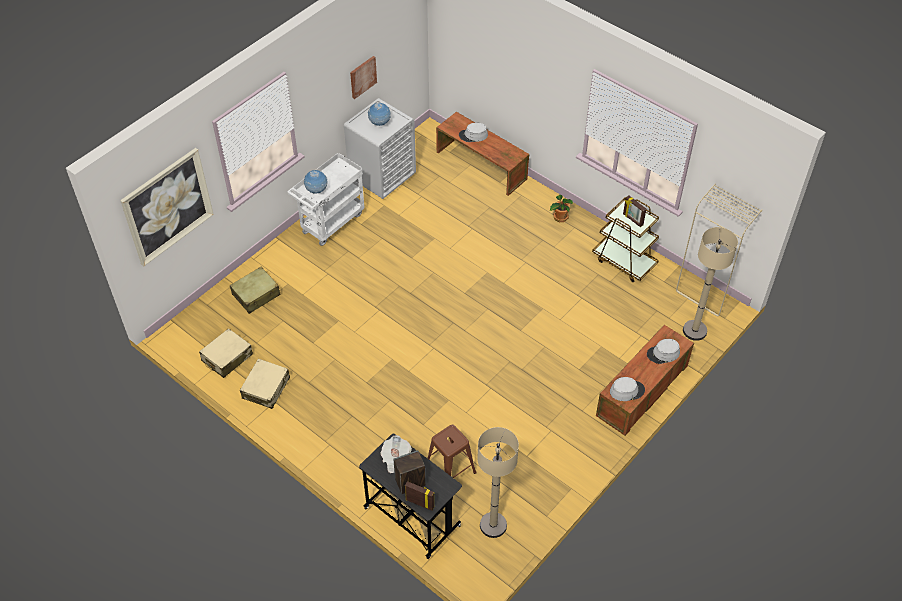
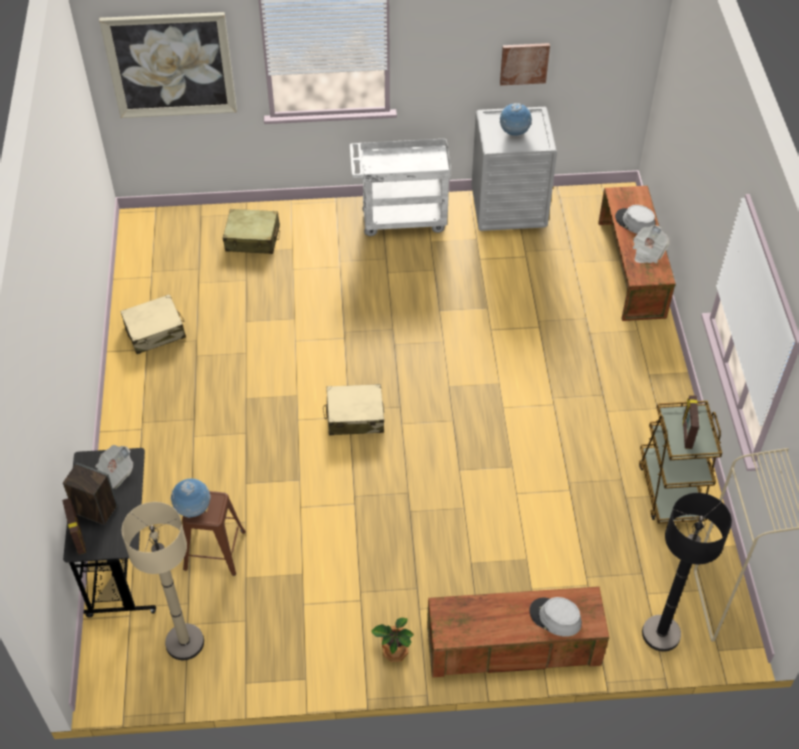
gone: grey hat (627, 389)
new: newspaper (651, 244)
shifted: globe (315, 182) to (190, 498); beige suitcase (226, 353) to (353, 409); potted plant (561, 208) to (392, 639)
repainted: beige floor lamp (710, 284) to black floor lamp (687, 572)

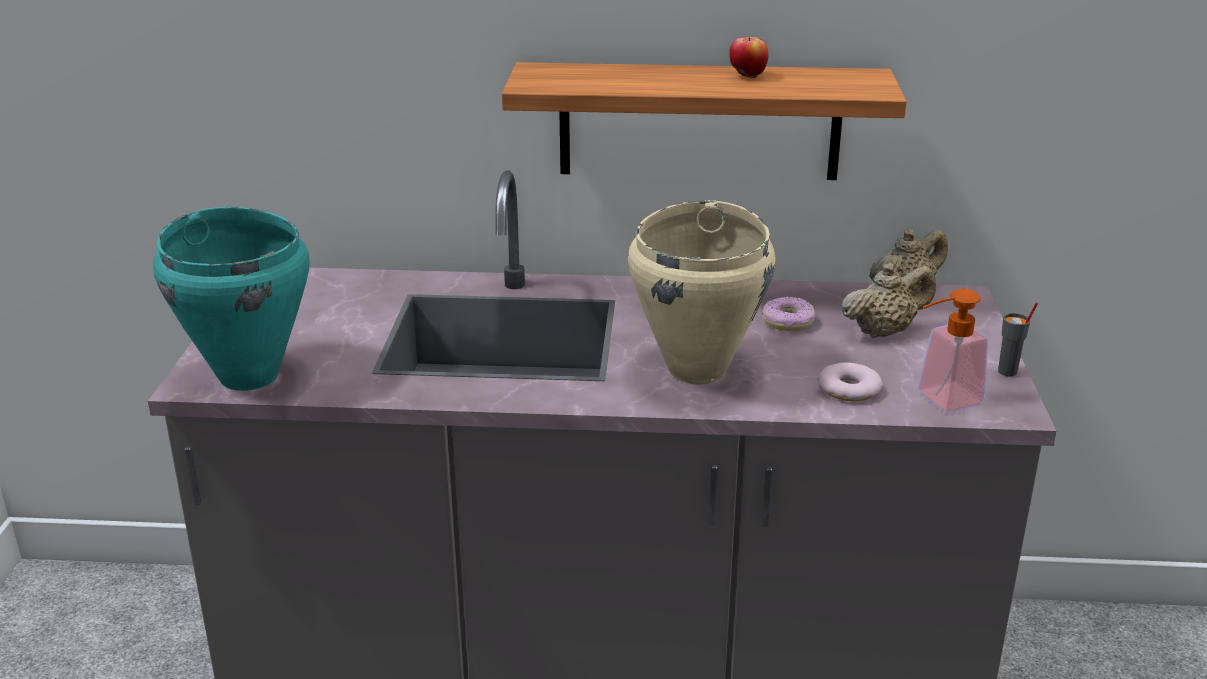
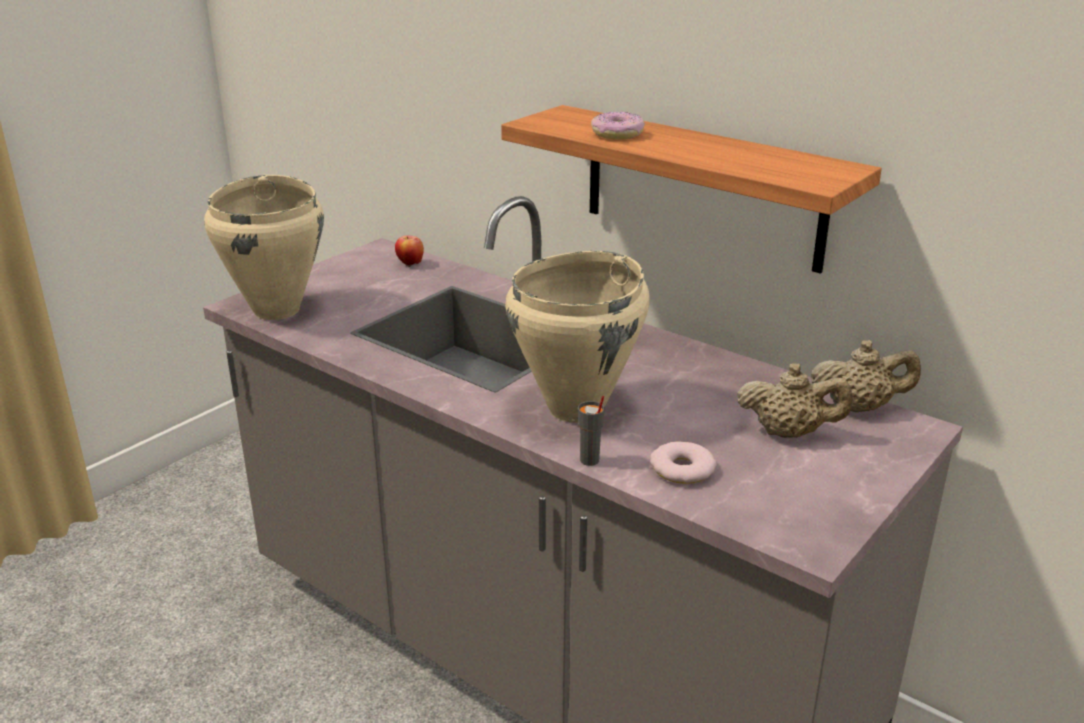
gone: soap dispenser (952, 350)
shifted: apple (748, 58) to (409, 251); grey cup (1018, 339) to (591, 431); donut (789, 314) to (618, 126)
repainted: turquoise cooking pot (231, 299) to beige cooking pot (264, 247)

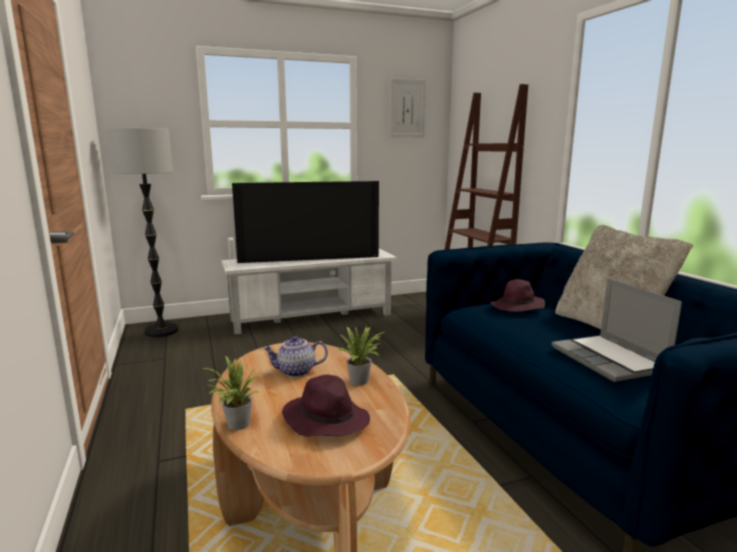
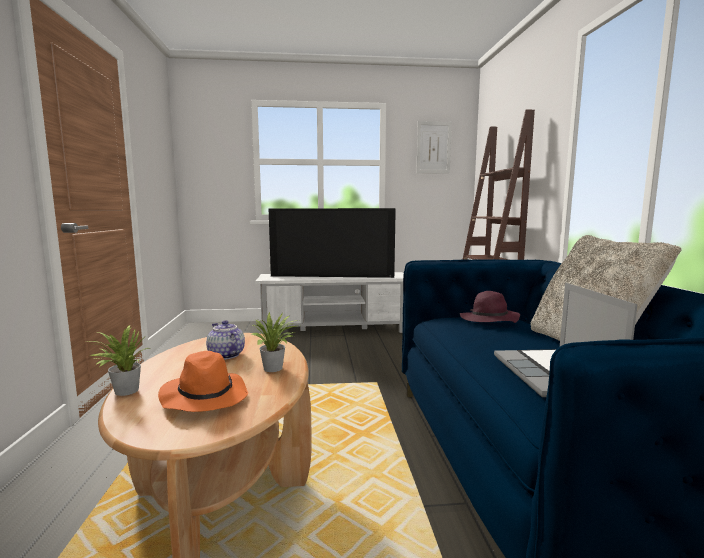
gone: floor lamp (143, 233)
repainted: purple hat (326, 405) to orange hat (203, 381)
rotated: teapot (295, 356) = (225, 340) 45 degrees clockwise

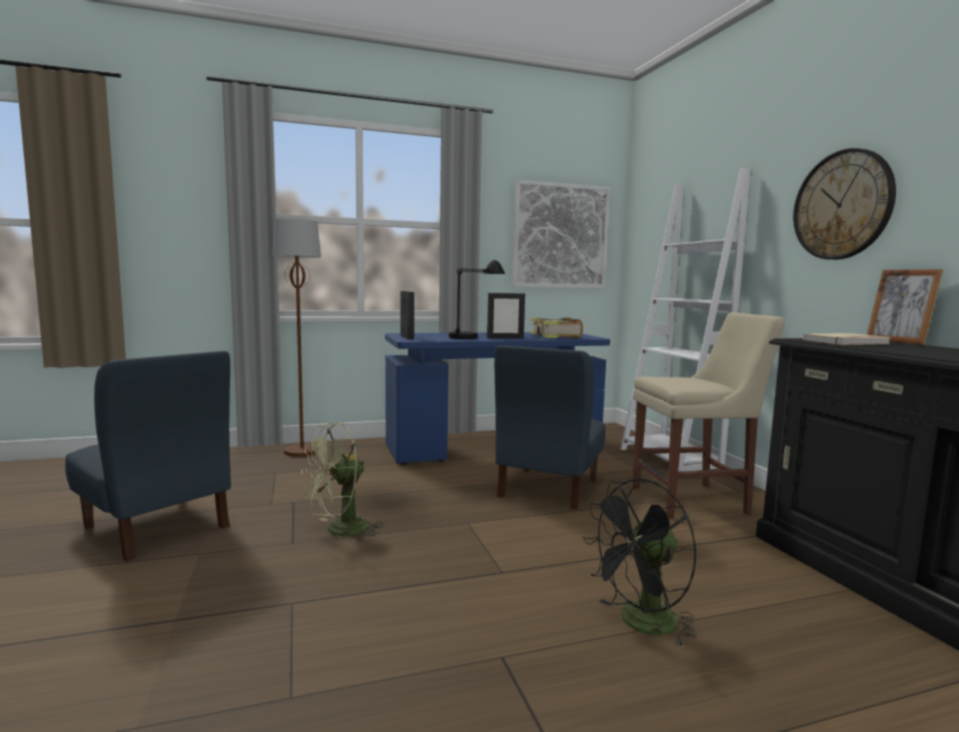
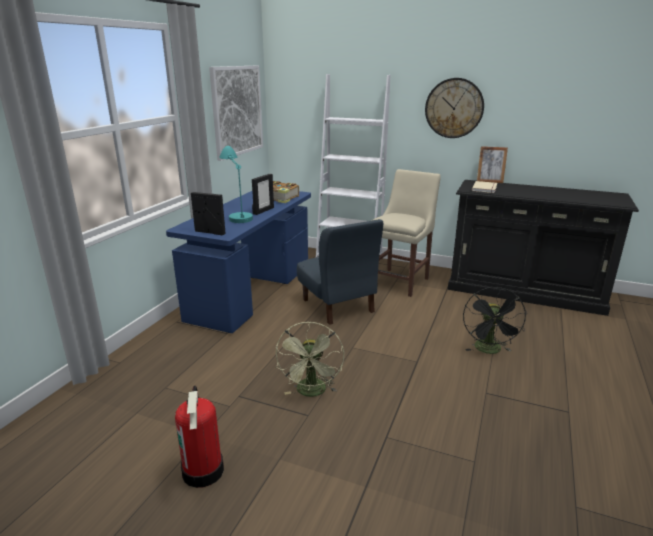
gone: brown floor lamp (296, 337)
swapped: blue chair (148, 456) to fire extinguisher (199, 437)
repainted: black table lamp (477, 299) to turquoise table lamp (236, 184)

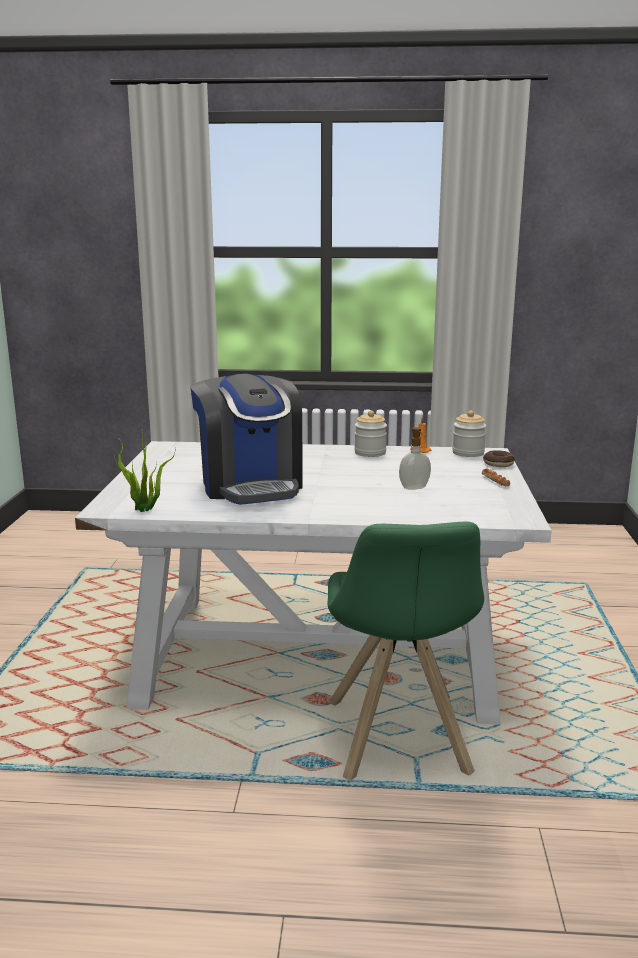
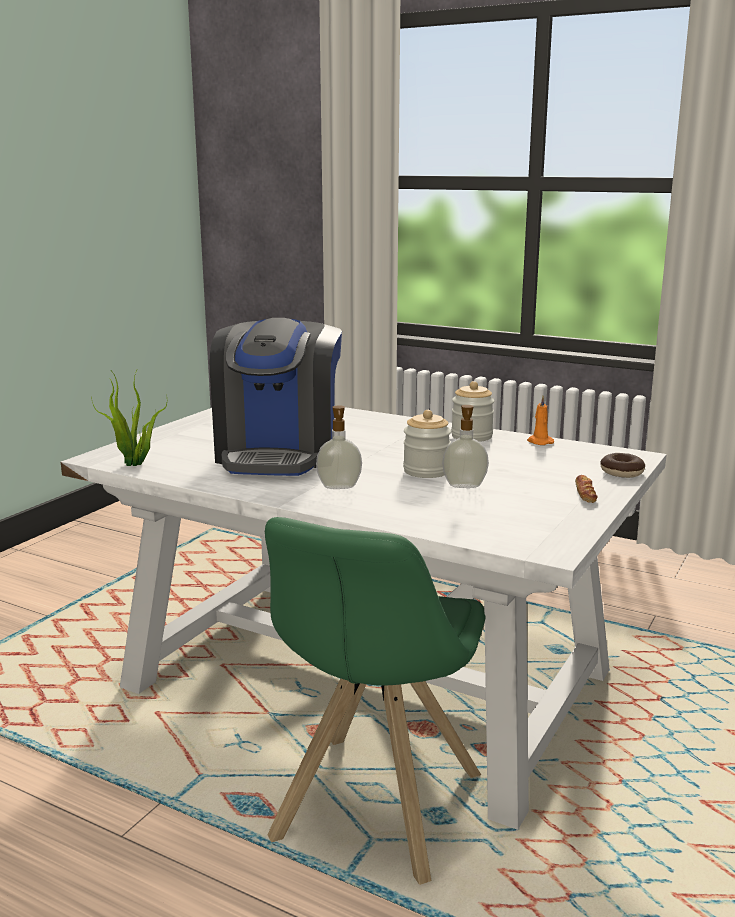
new: soap dispenser (339, 447)
shifted: jar (469, 433) to (427, 444)

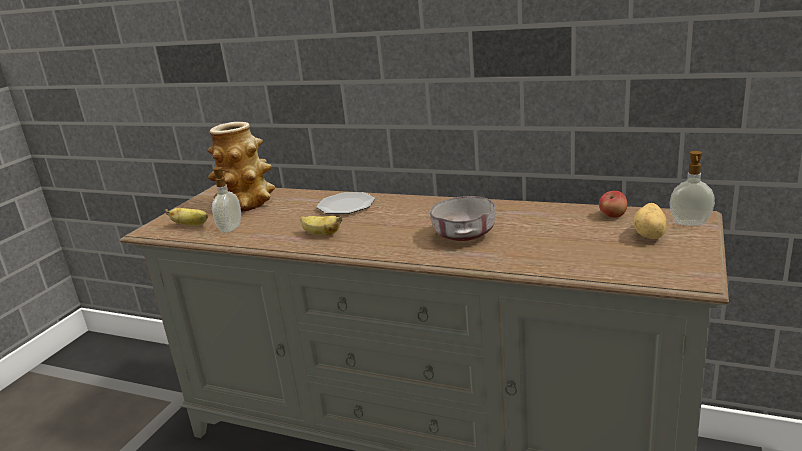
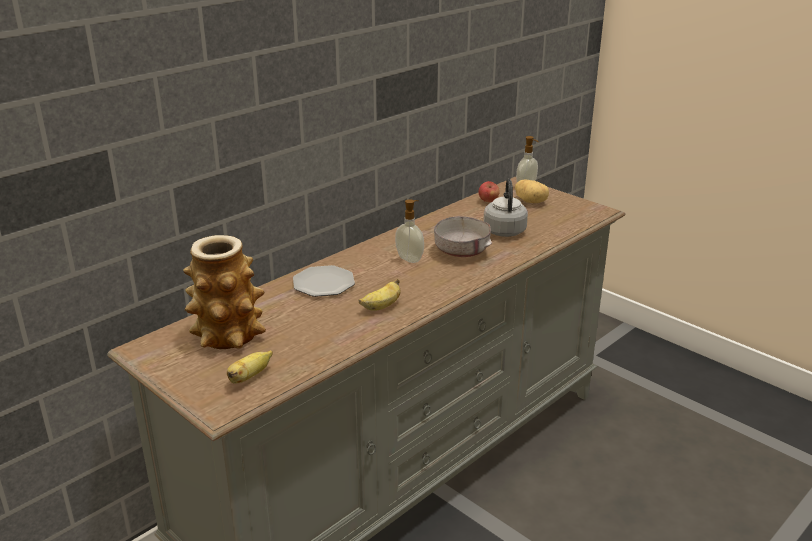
new: grey kettle (505, 208)
shifted: soap dispenser (226, 200) to (409, 231)

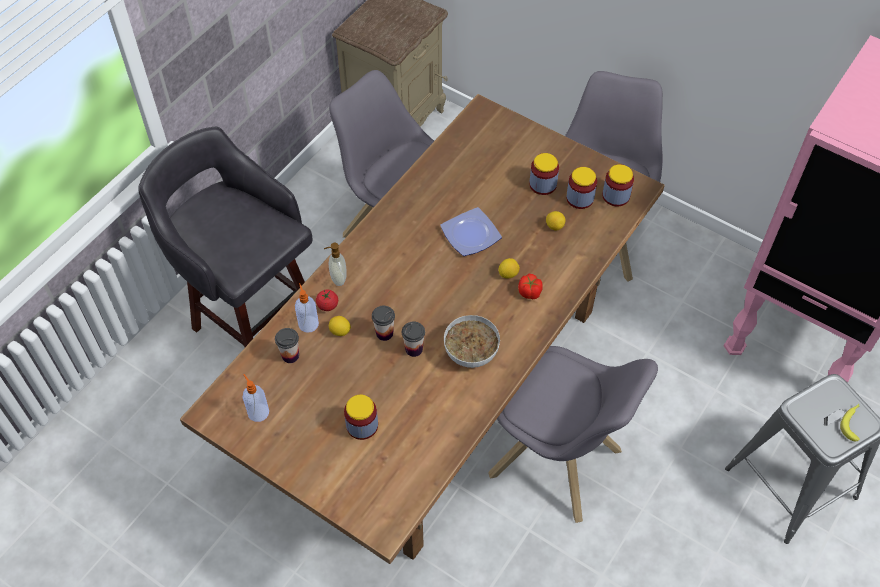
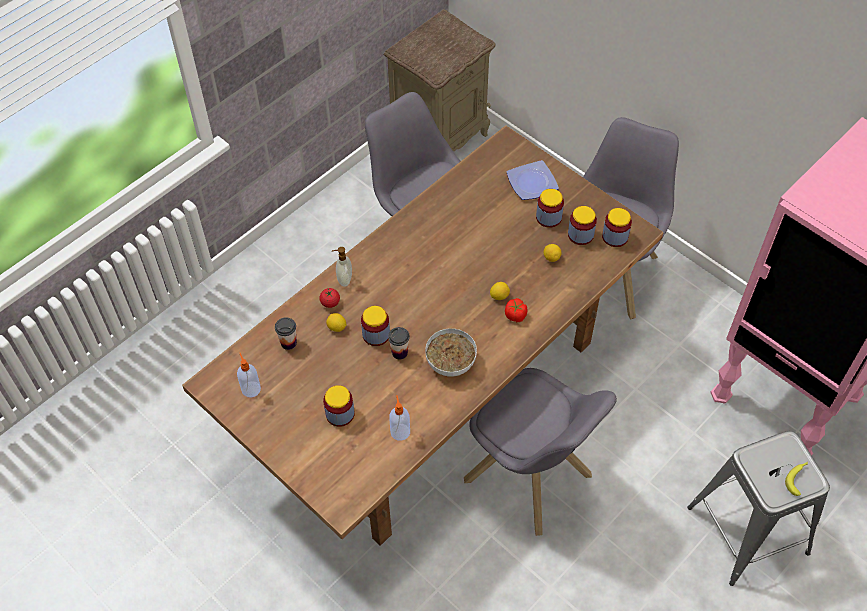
gone: grey stool (225, 236)
shifted: soap dispenser (307, 308) to (399, 418); plate (471, 231) to (533, 180)
swapped: cup (383, 323) to jar (375, 326)

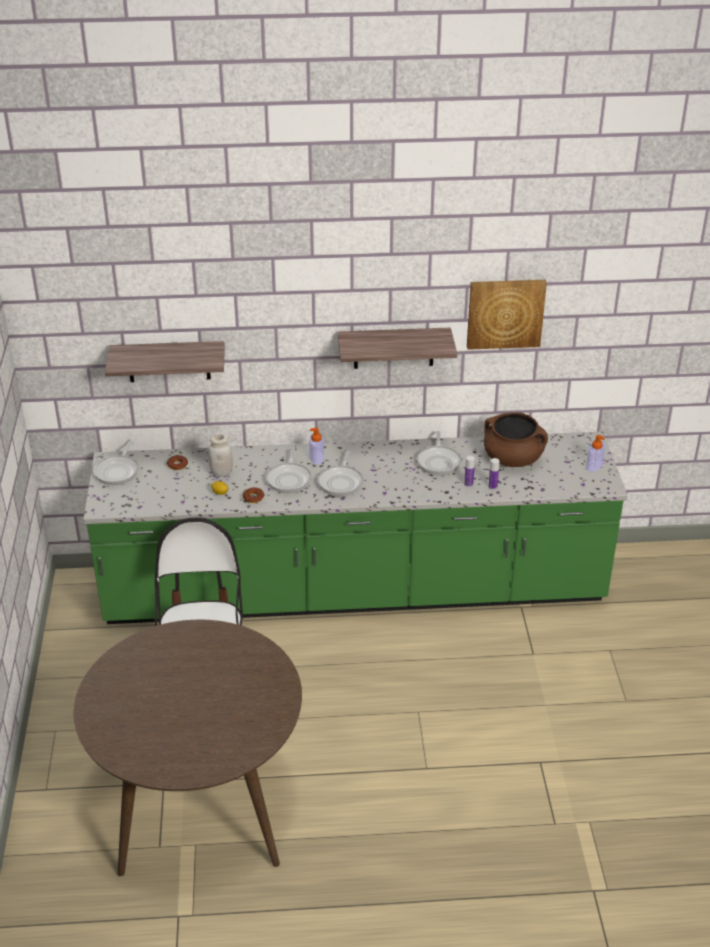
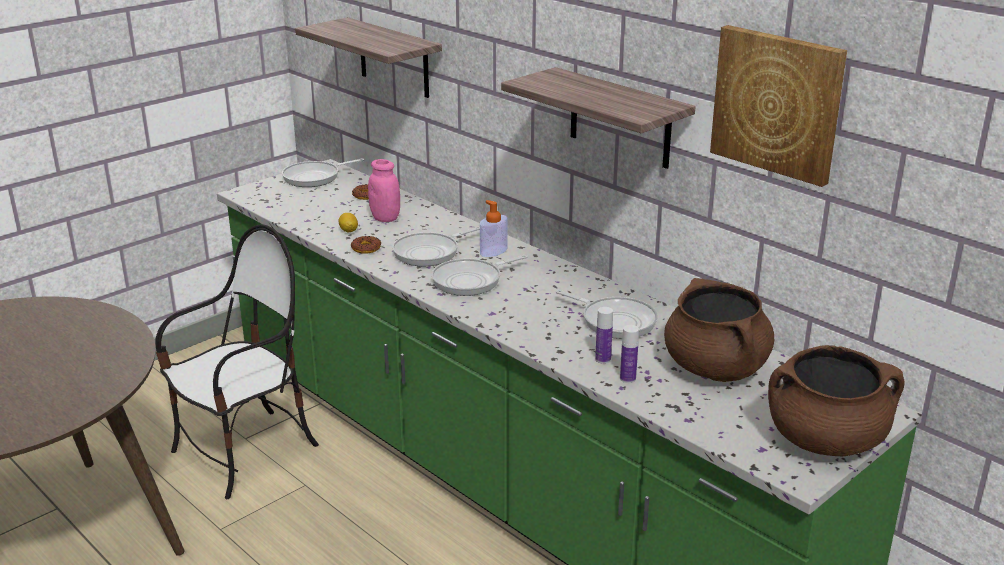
swapped: soap dispenser (595, 453) to brown cooking pot (836, 401)
repainted: white jar (220, 455) to pink jar (384, 190)
rotated: frying pan (439, 453) = (607, 314) 105 degrees counterclockwise

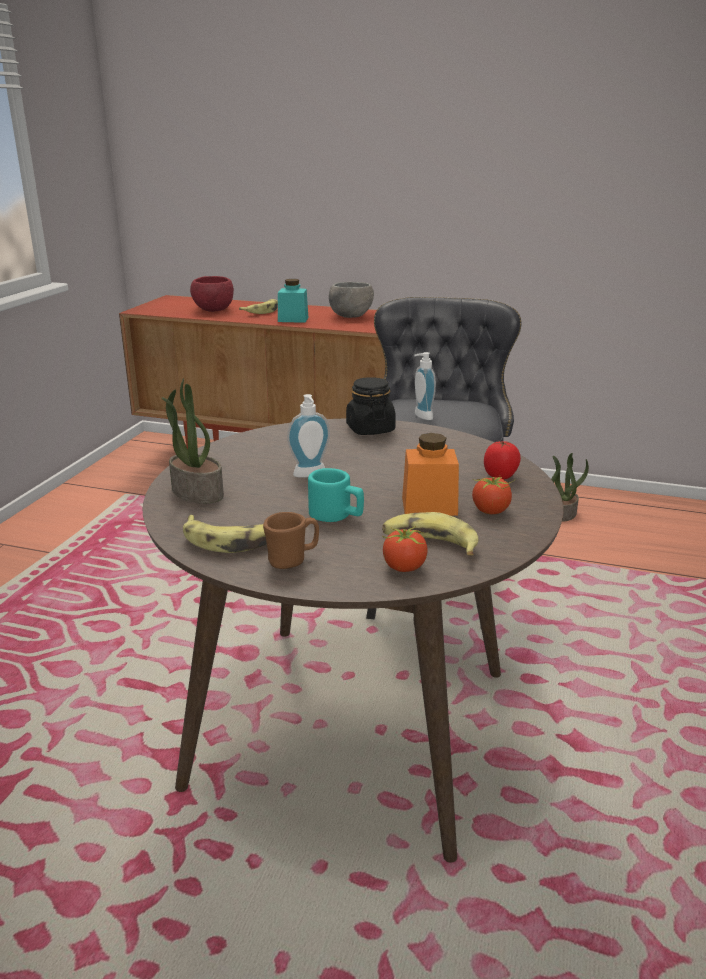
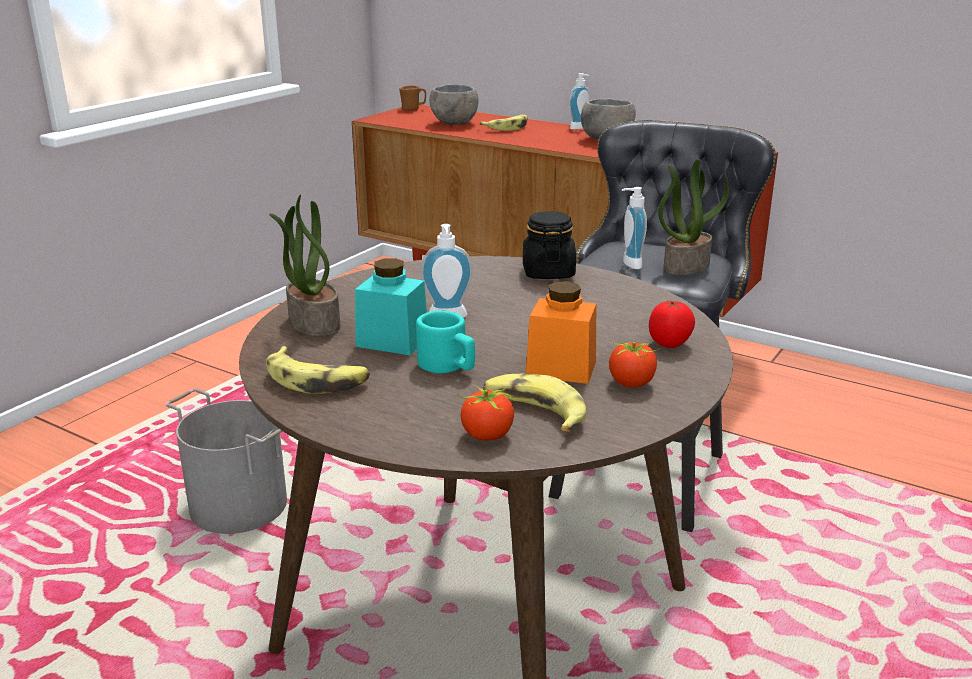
new: grey bucket (226, 461); soap dispenser (579, 101)
shifted: turquoise jar (293, 301) to (391, 306); brown mug (291, 540) to (412, 97); potted plant (570, 487) to (693, 217)
repainted: red bowl (212, 294) to grey bowl (454, 104)

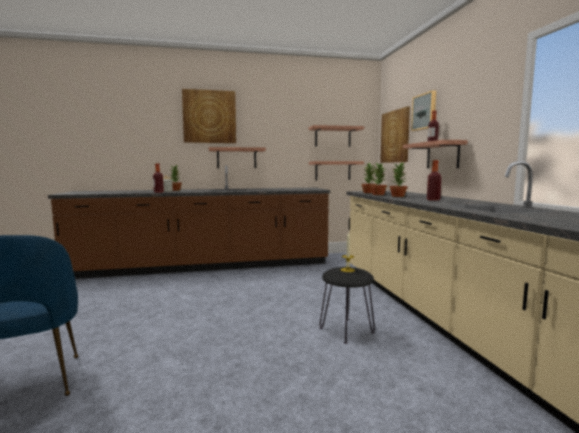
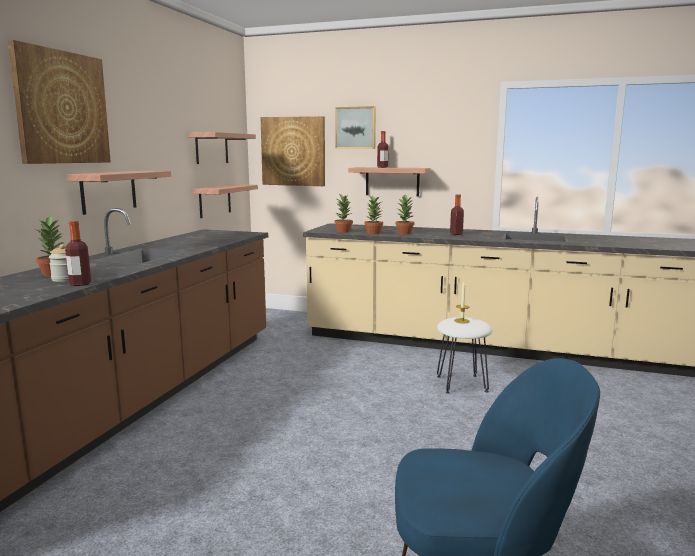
repainted: black stool (347, 305) to white stool (464, 355)

